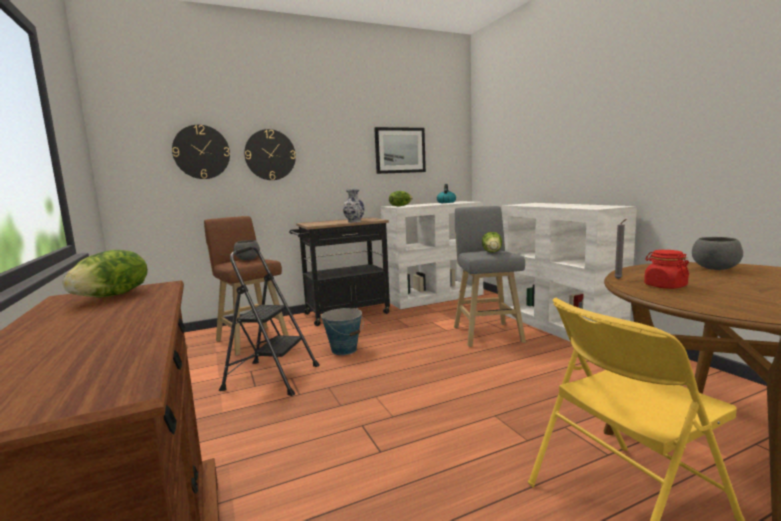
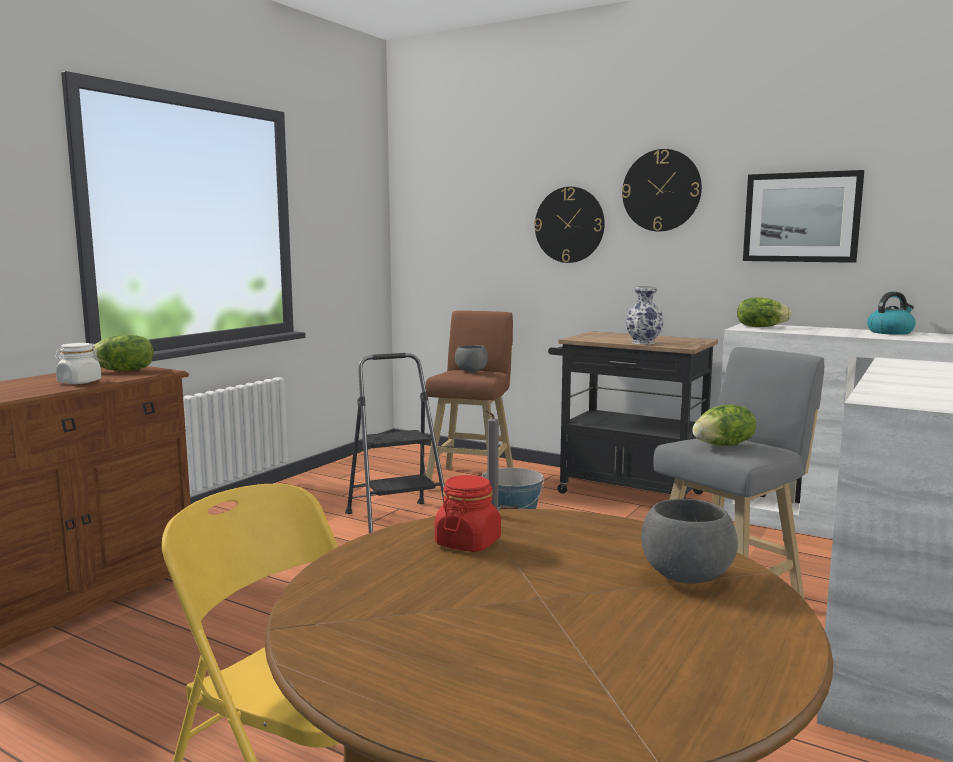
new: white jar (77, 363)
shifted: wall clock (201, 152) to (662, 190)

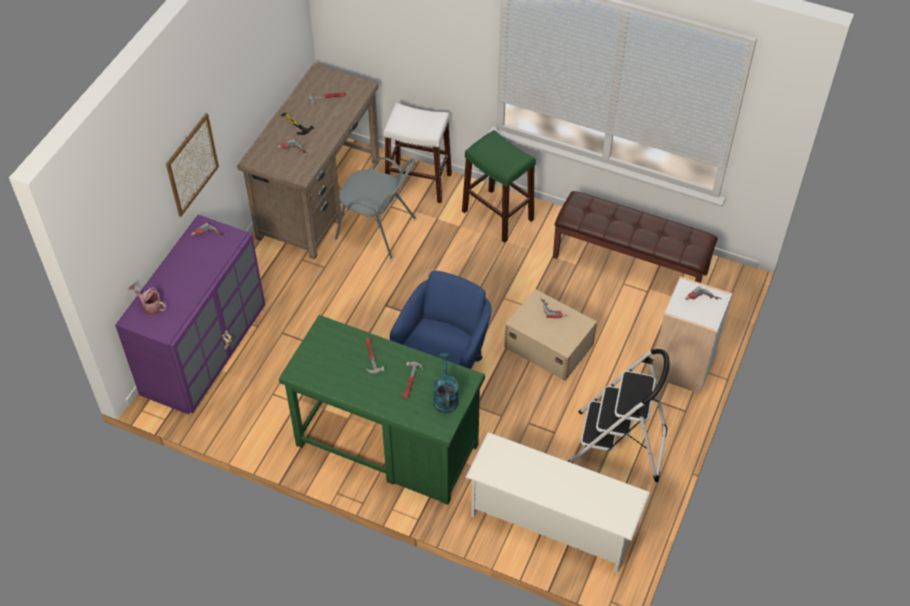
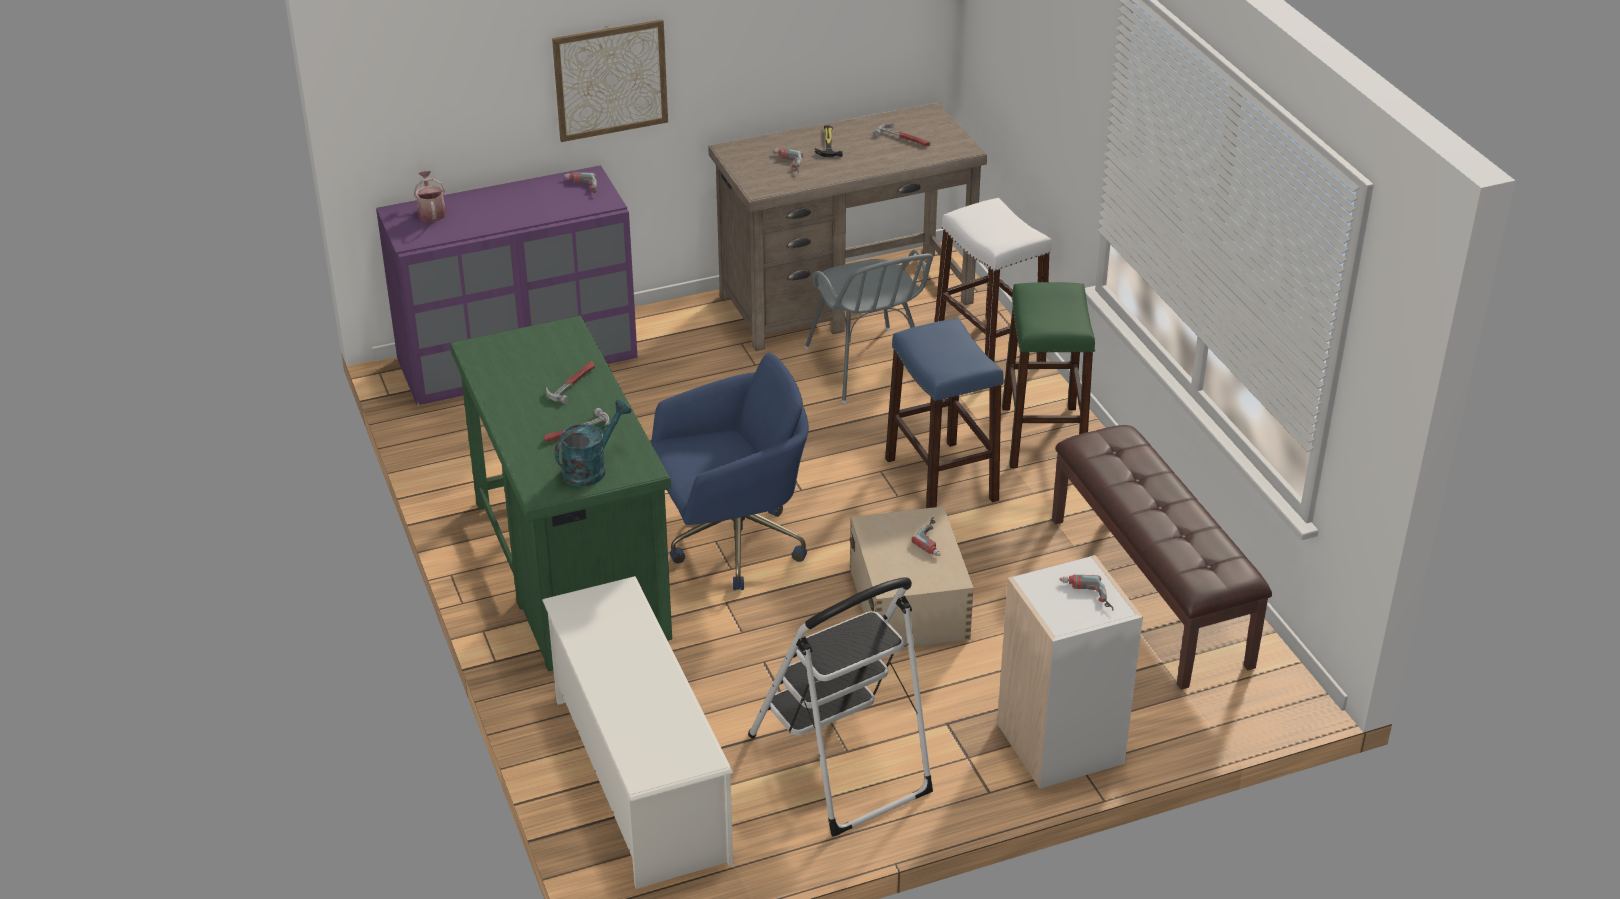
new: blue stool (944, 413)

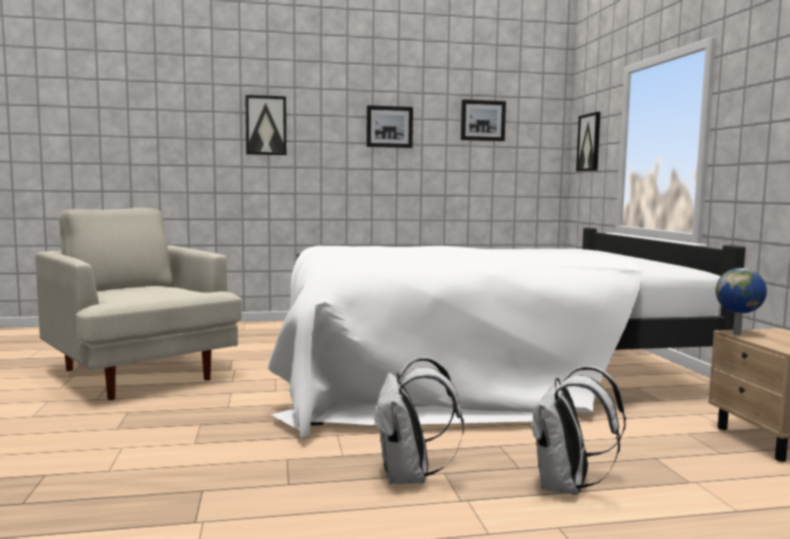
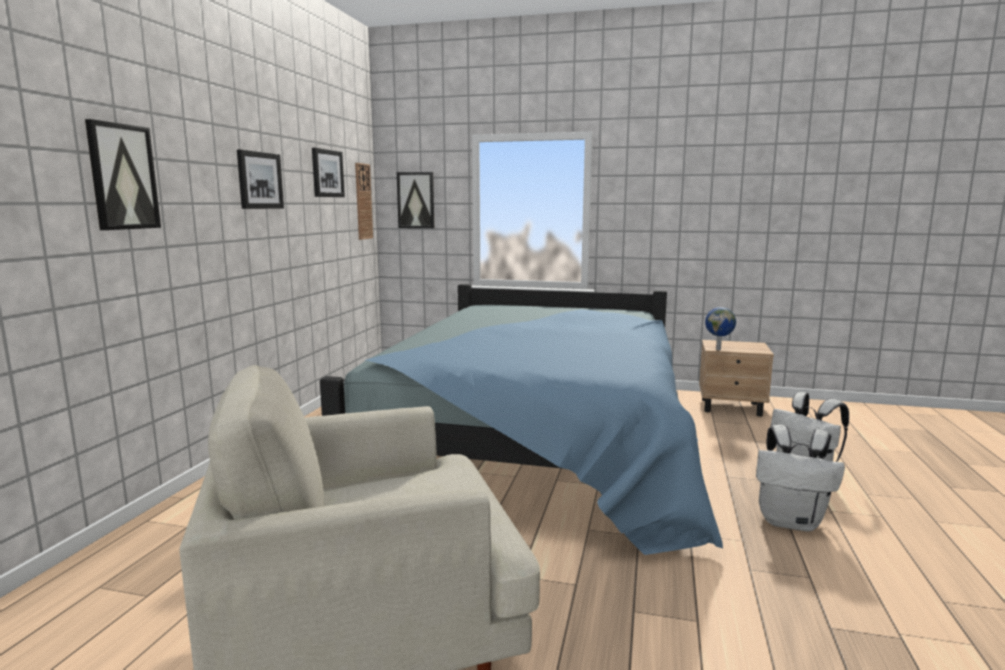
new: wall clock (364, 201)
repainted: white bed (507, 333) to blue bed (521, 419)

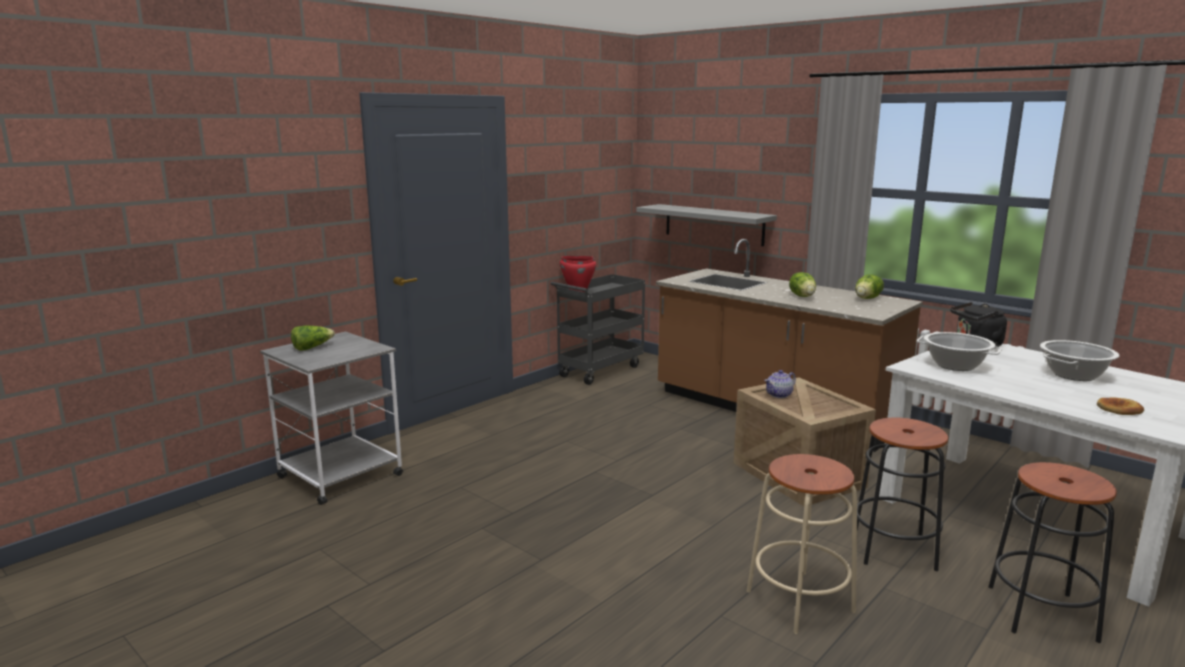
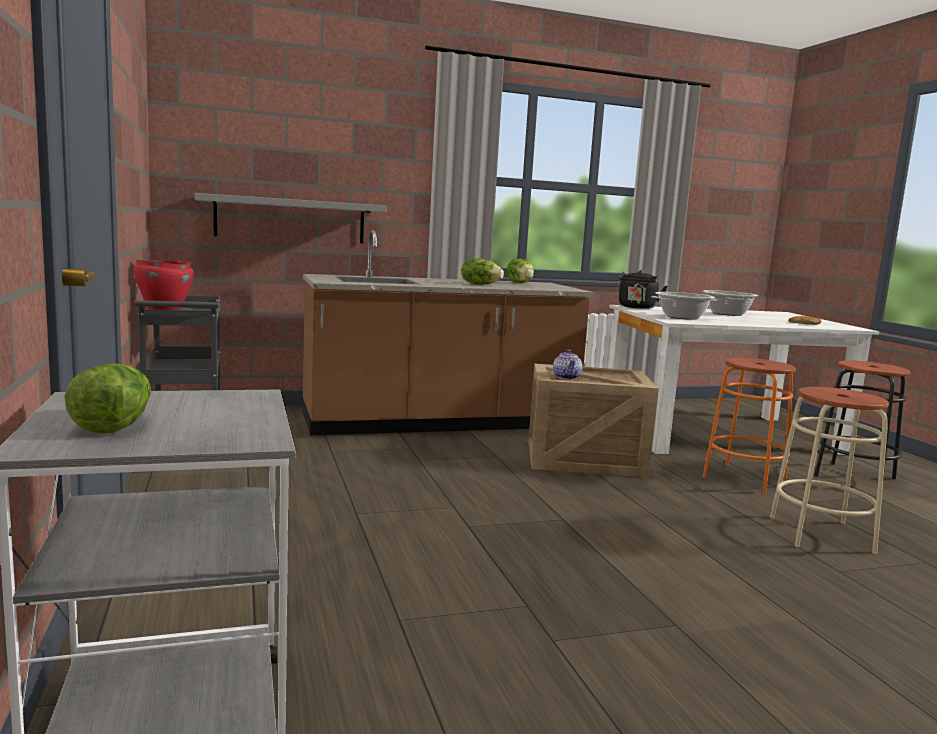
repainted: black stool (902, 494) to orange stool (749, 426)

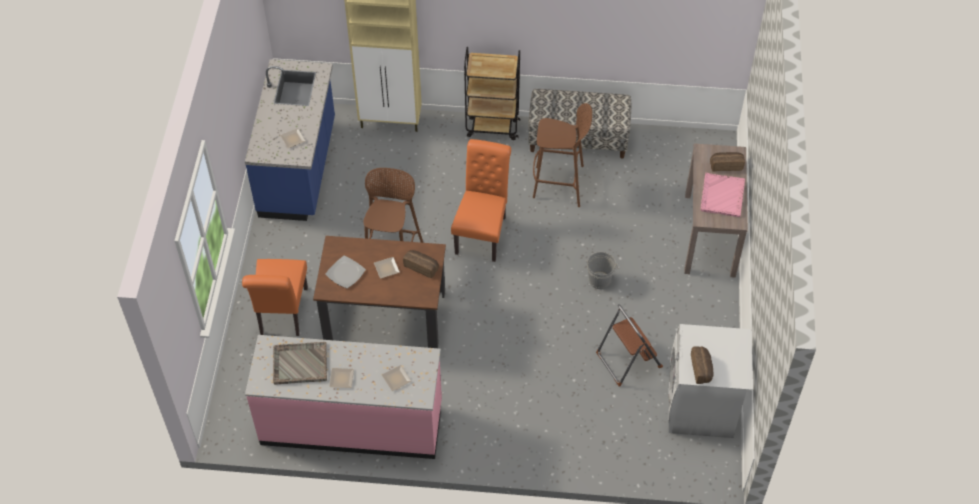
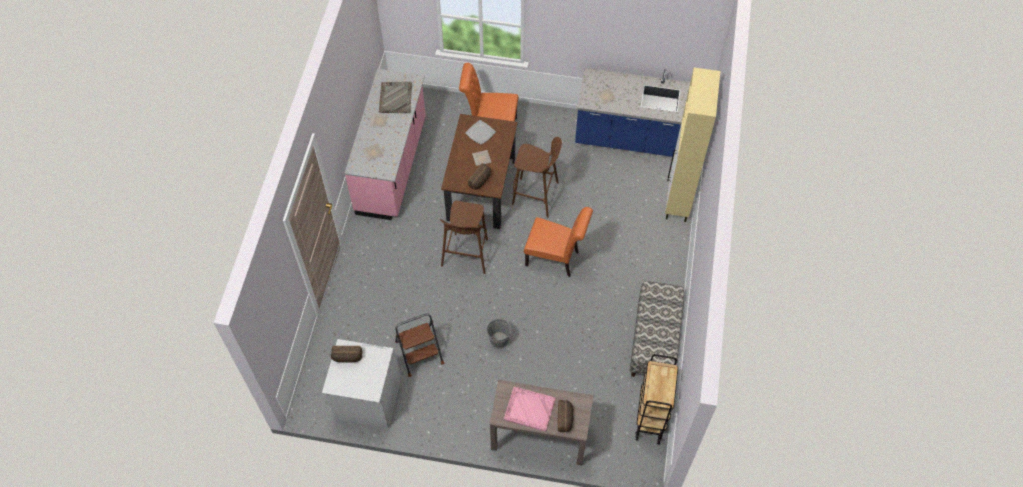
shifted: brown stool (562, 155) to (464, 237); brown cart (492, 93) to (656, 399)

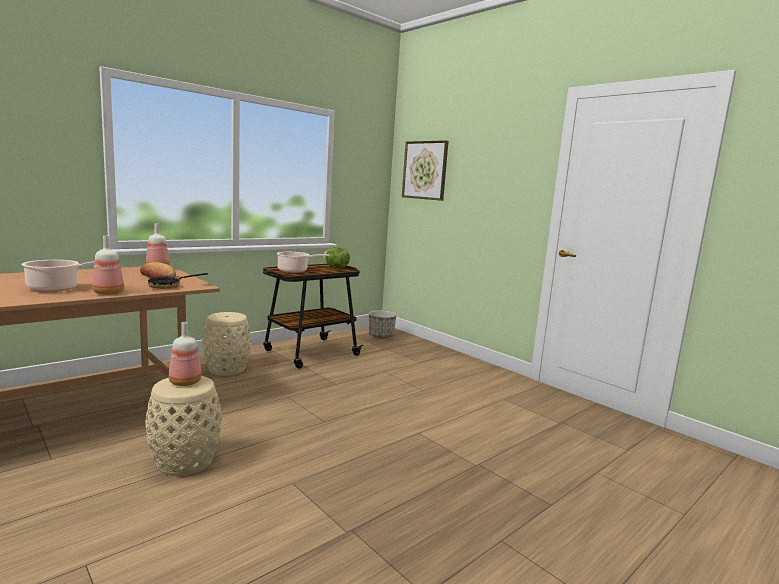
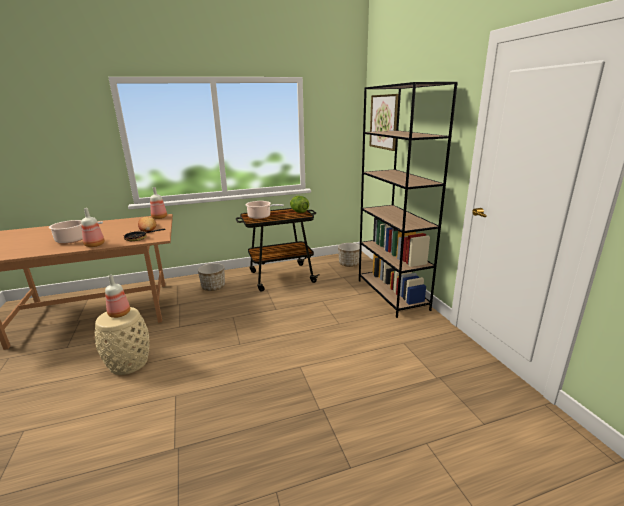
new: beige bookcase (408, 200)
swapped: beige stool (226, 344) to planter (211, 277)

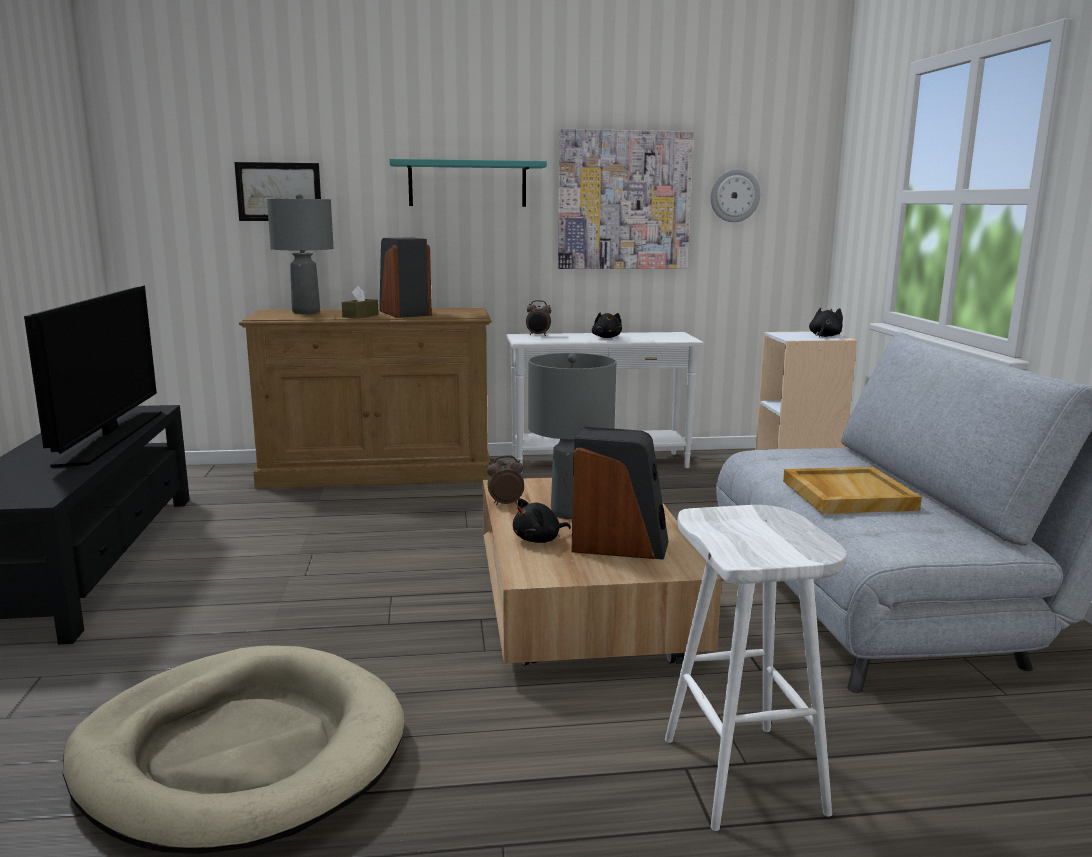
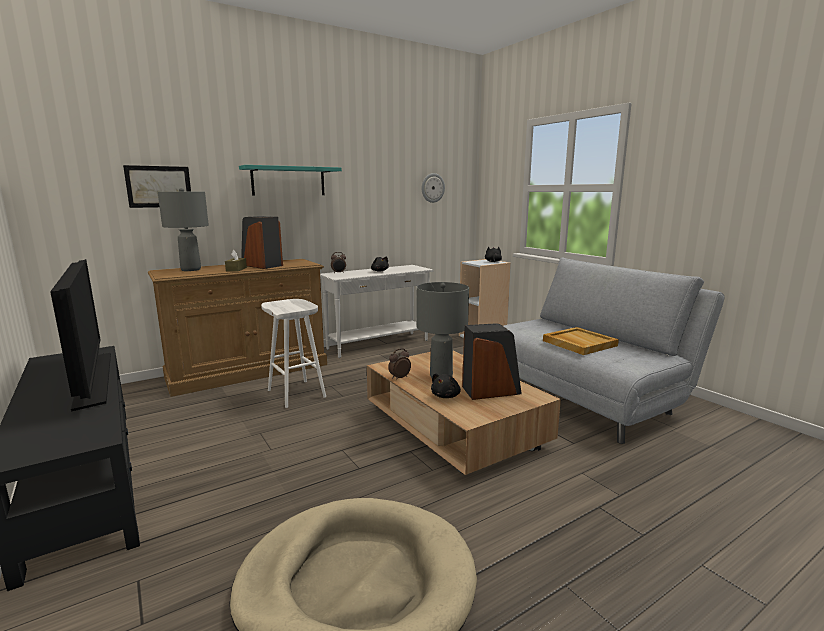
gone: picture (626, 199)
shifted: white stool (756, 668) to (293, 353)

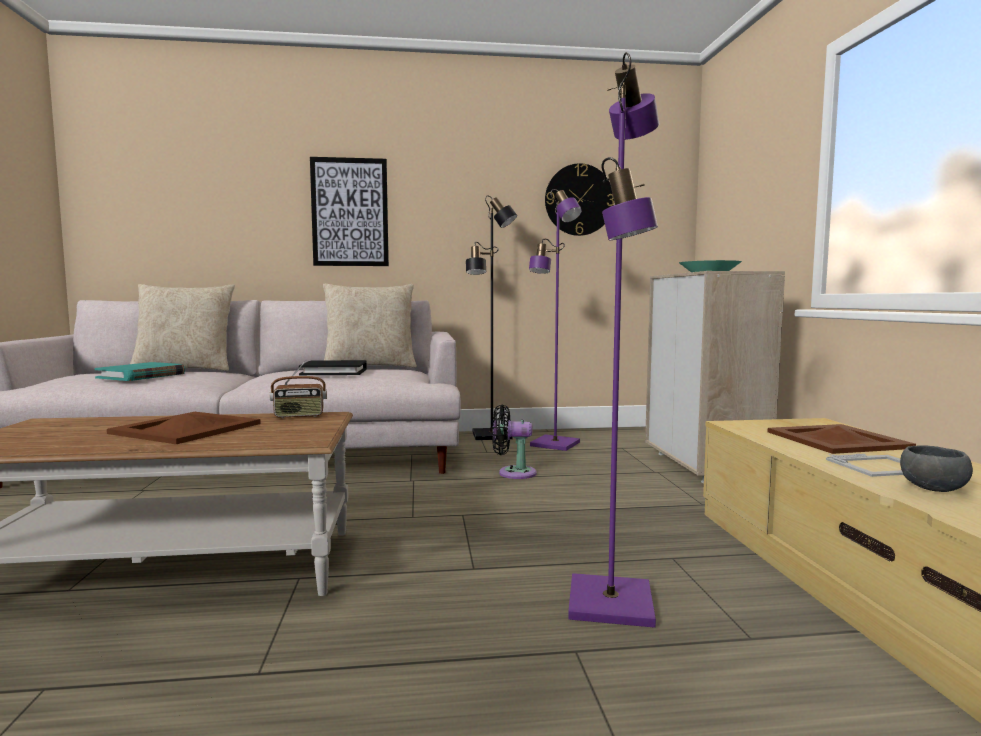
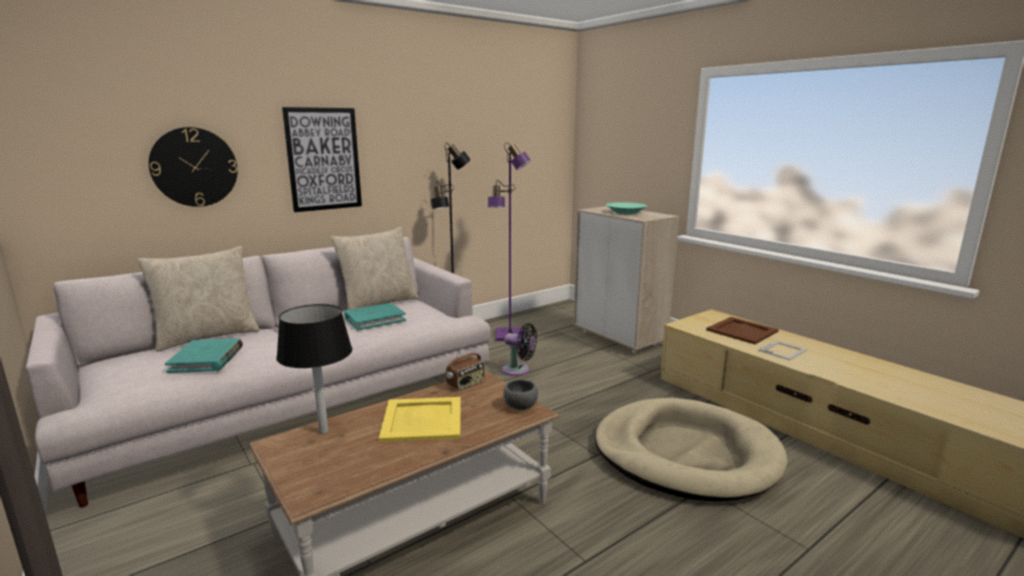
new: black table lamp (314, 369)
shifted: wall clock (579, 199) to (193, 167); grey bowl (936, 468) to (521, 395)
swapped: purple floor lamp (613, 340) to beige dog bed (691, 450)
repainted: black book (333, 367) to turquoise book (375, 316); brown tray (184, 428) to yellow tray (420, 419)
rotated: black fan (514, 442) = (519, 349) 135 degrees counterclockwise

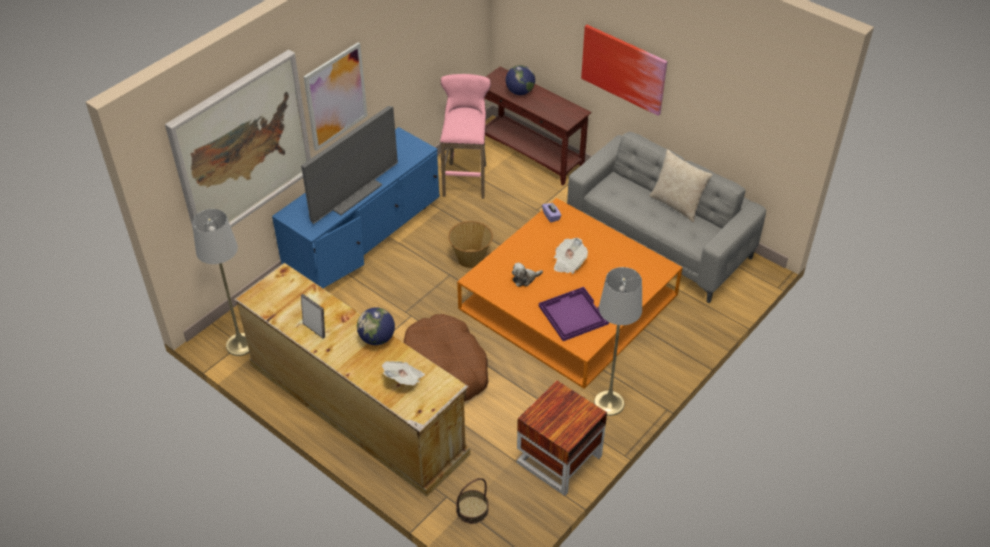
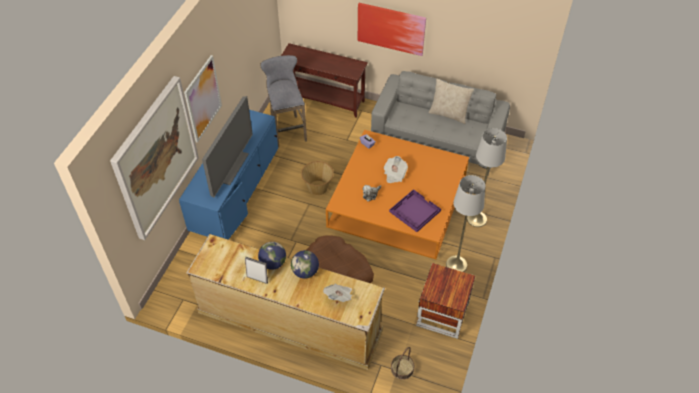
shifted: globe (520, 80) to (272, 256); grey floor lamp (220, 282) to (487, 177)
repainted: pink stool (465, 136) to grey stool (283, 101)

